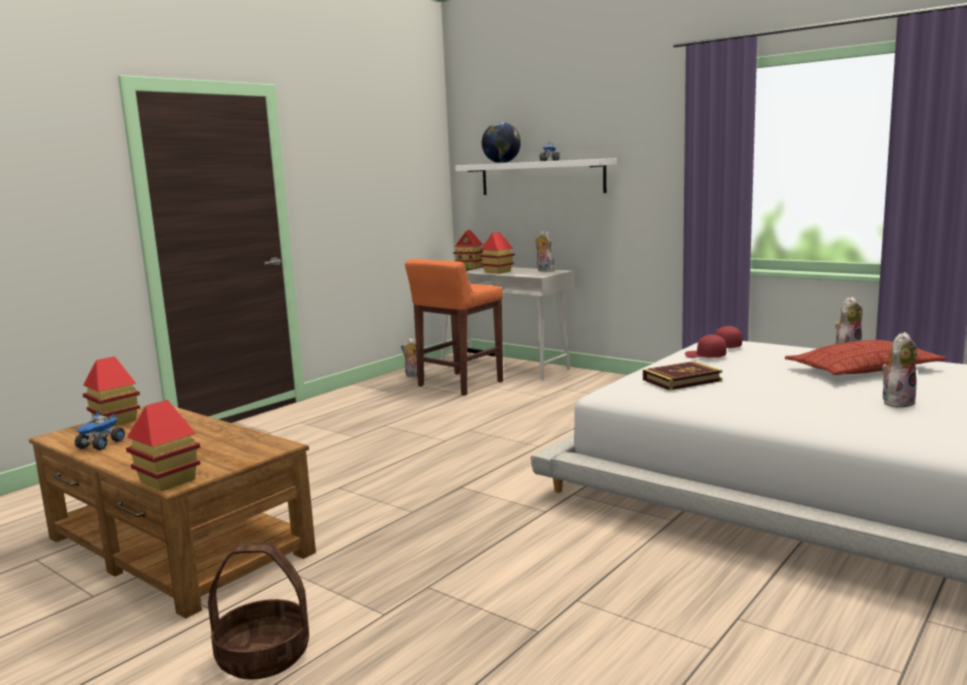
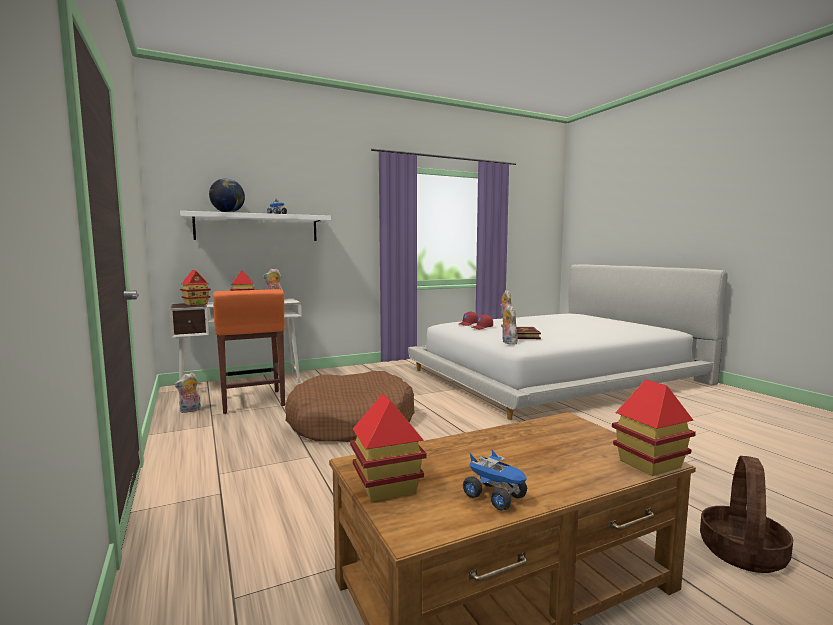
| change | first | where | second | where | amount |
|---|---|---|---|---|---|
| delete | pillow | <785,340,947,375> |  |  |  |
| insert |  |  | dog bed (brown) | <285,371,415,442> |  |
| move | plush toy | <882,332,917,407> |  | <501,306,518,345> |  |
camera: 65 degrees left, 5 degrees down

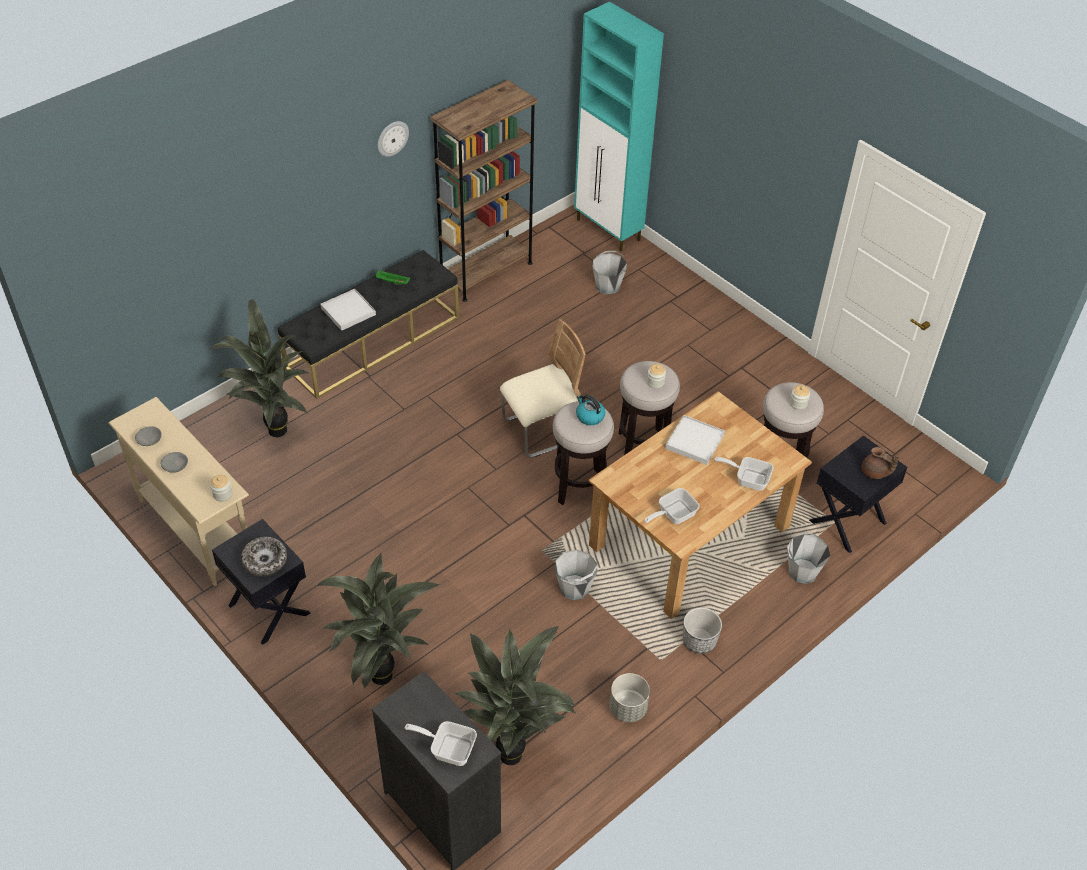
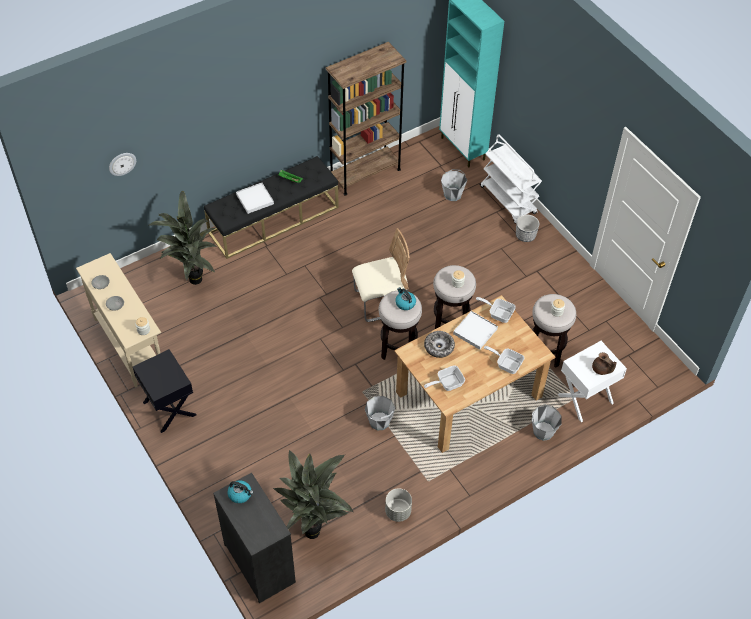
| change | first | where | second | where | amount |
|---|---|---|---|---|---|
| delete | potted plant | <317,553,439,689> |  |  |  |
| insert |  |  | tea kettle | <227,480,253,503> |  |
| insert |  |  | trolley (white-coloured) | <480,134,542,224> |  |
| move | deep dish | <241,537,287,577> |  | <424,331,455,358> |  |
| move | wall clock | <378,121,409,157> |  | <109,153,136,176> |  |
| move | pan | <404,721,477,766> |  | <476,297,516,323> |  |
| move | plant pot | <683,607,722,654> |  | <516,214,539,242> |  |
| recolor | nightstand (black) | <809,435,908,553> | nightstand (white-coloured) | <558,341,627,422> |  |
camera: 10 degrees right, 5 degrees up

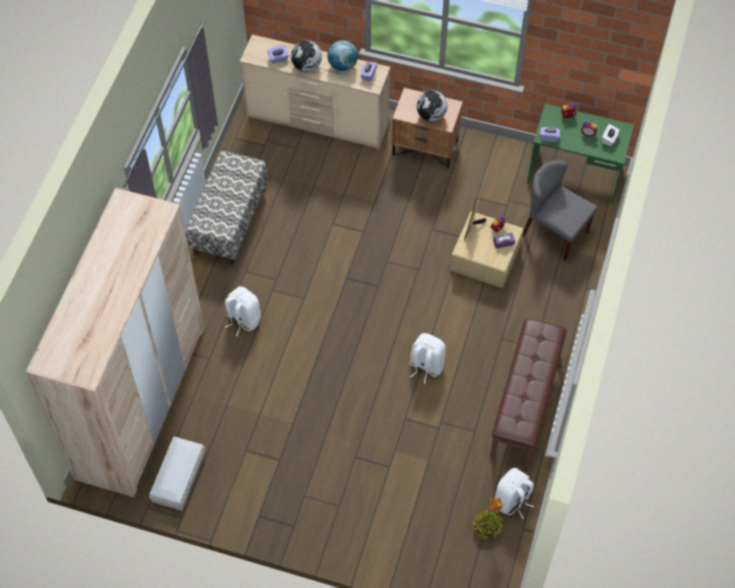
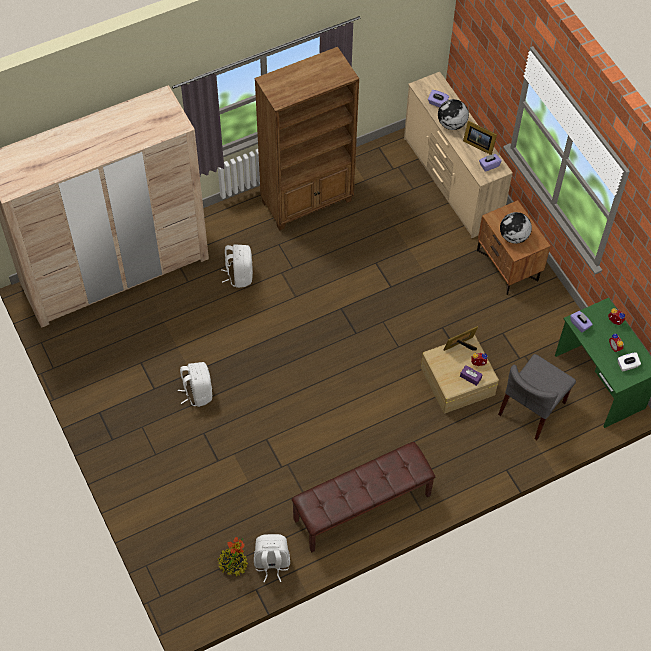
| change | first | where | second | where | amount |
|---|---|---|---|---|---|
| delete | storage container (white-coloured) | <149,436,205,511> |  |  |  |
| move | backpack (white-coloured) | <410,333,446,384> |  | <178,362,212,407> |  |
| replace | long seat | <186,150,268,265> | bookshelf (brown) | <255,47,359,231> |  |
| replace | world globe | <327,40,358,71> | standing frame | <463,121,497,155> |  |
| rotate | upright chair (gray) | <523,160,597,261> |  | <498,354,576,440> | 135 degrees counterclockwise |
camera: 45 degrees right, 0 degrees up

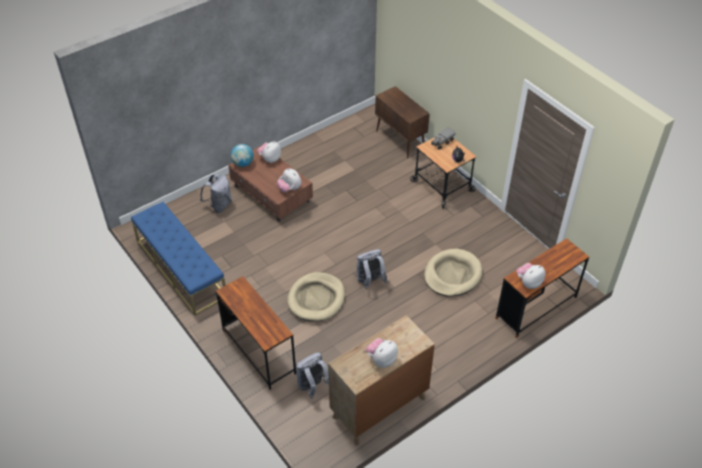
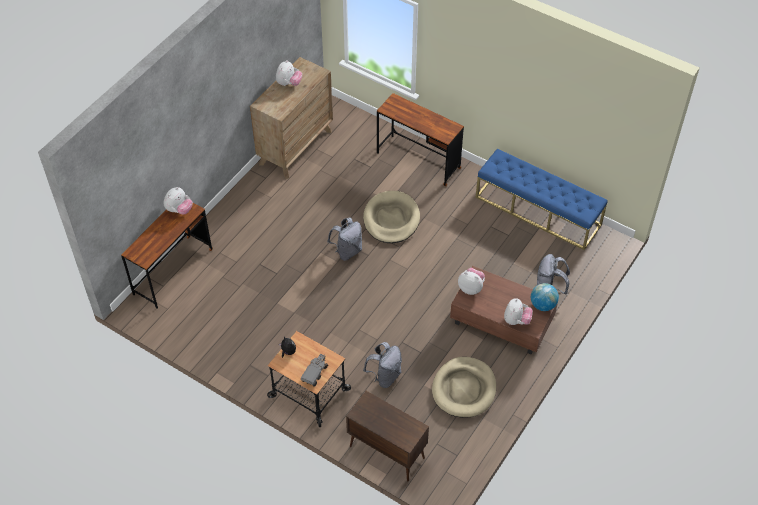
| change | first | where | second | where | amount |
|---|---|---|---|---|---|
| move | backpack (gray) | <296,353,329,398> |  | <363,342,402,388> |  |
| move | dog bed (beige-coloured) | <424,249,482,297> |  | <432,357,496,418> |  |
camera: 160 degrees right, 5 degrees up

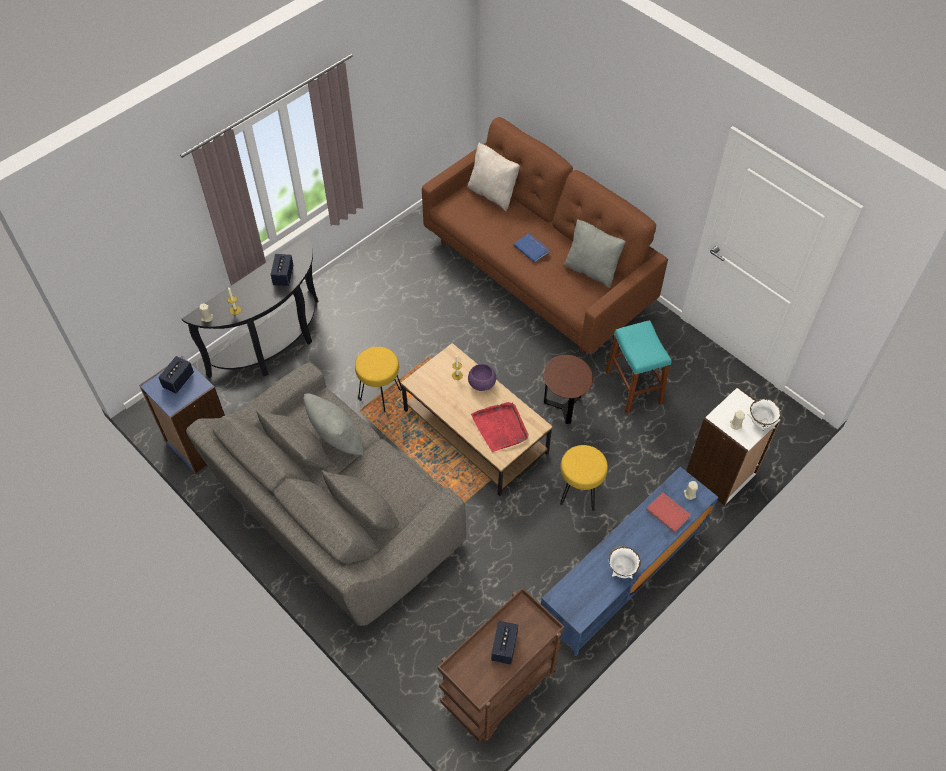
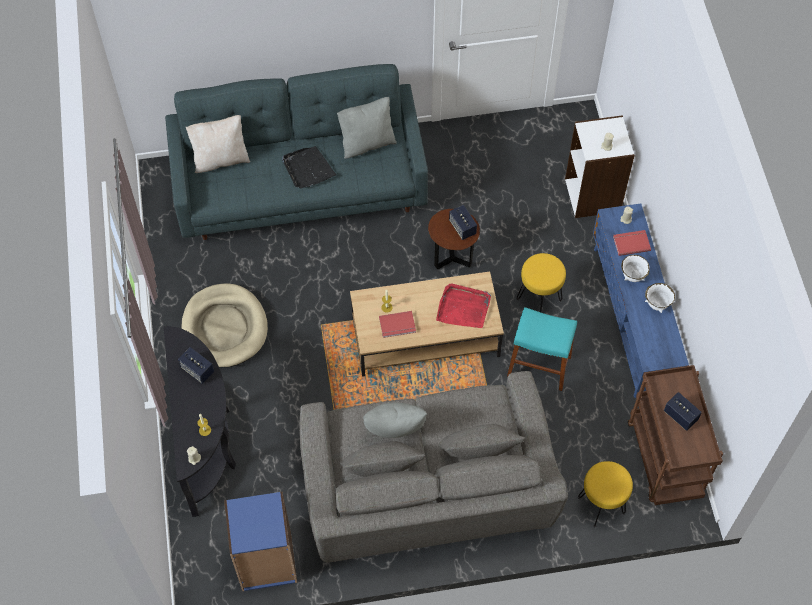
| change | first | where | second | where | amount |
|---|---|---|---|---|---|
| delete | deep dish (purple) | <468,364,496,391> |  |  |  |
| insert |  |  | dog bed (beige-coloured) | <181,283,268,367> |  |
| insert |  |  | bound book (red) | <379,311,416,338> |  |
| move | audio speaker | <158,356,194,394> |  | <449,205,477,240> |  |
| move | stool seat (yellow) | <355,347,402,412> |  | <578,461,633,527> |  |
| move | stool seat (turquoise-coloured) | <606,320,672,414> |  | <507,307,577,391> |  |
| move | deep dish (white-coloured) | <747,398,781,430> |  | <621,255,650,282> |  |
| replace | bound book (blue-coloured) | <513,233,550,263> | tray (black) | <282,146,336,188> |  |
| recolor | settee (brown) | <422,117,668,354> | settee (gray) | <165,64,428,240> |  |
camera: 55 degrees left, 5 degrees up

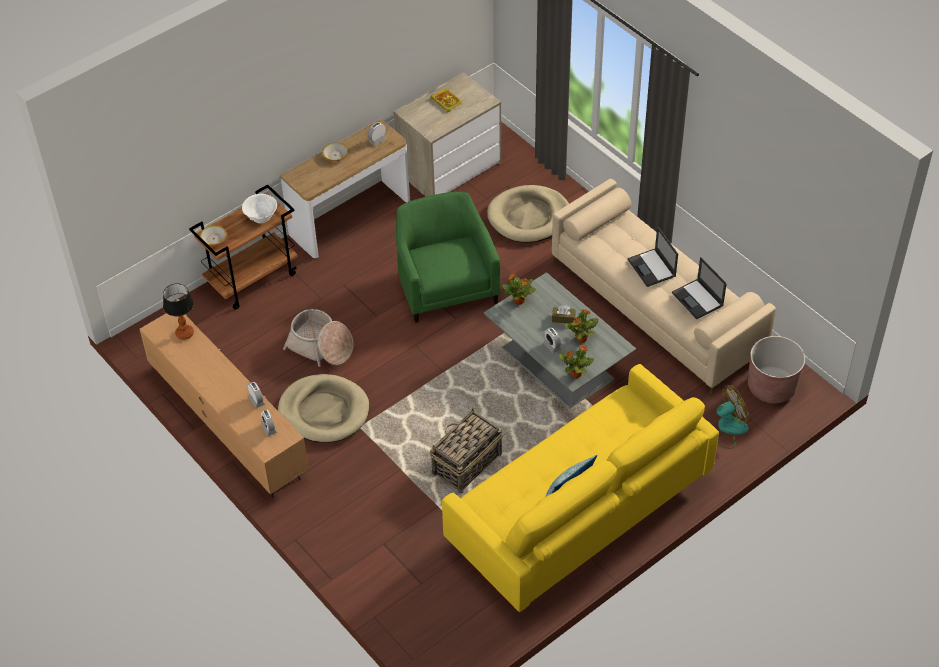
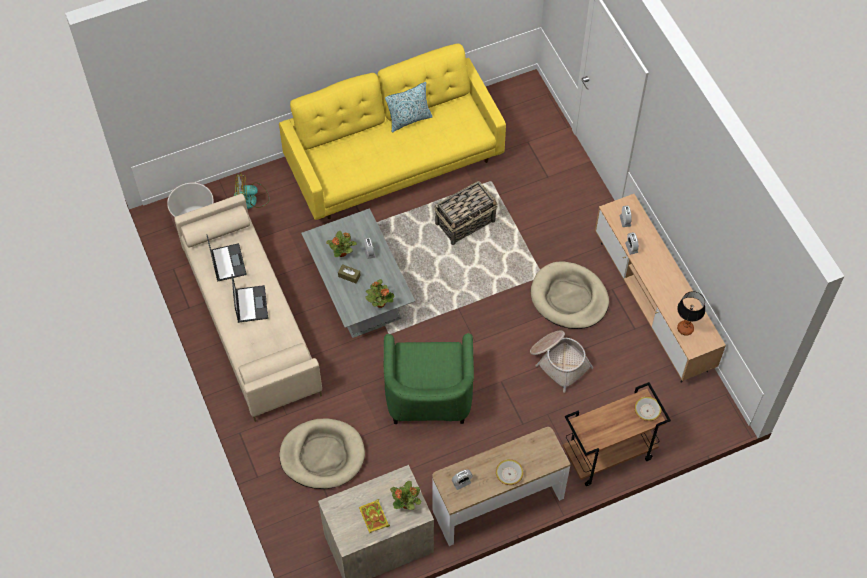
| change | first | where | second | where | amount |
|---|---|---|---|---|---|
| delete | deep dish (white-coloured) | <242,194,277,223> |  |  |  |
| move | potted plant | <559,345,594,378> |  | <390,481,421,510> |  |
camera: 165 degrees left, 10 degrees up

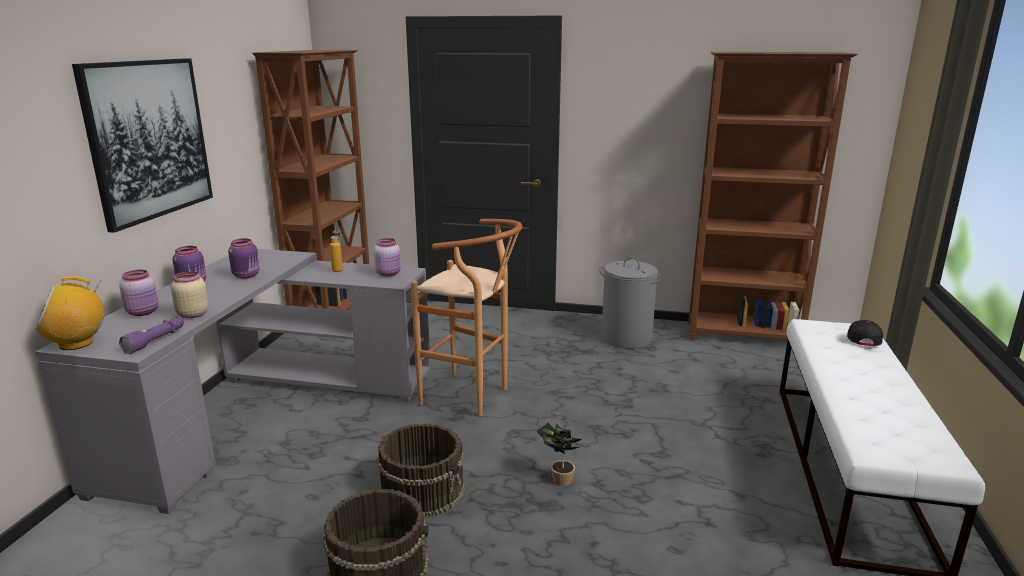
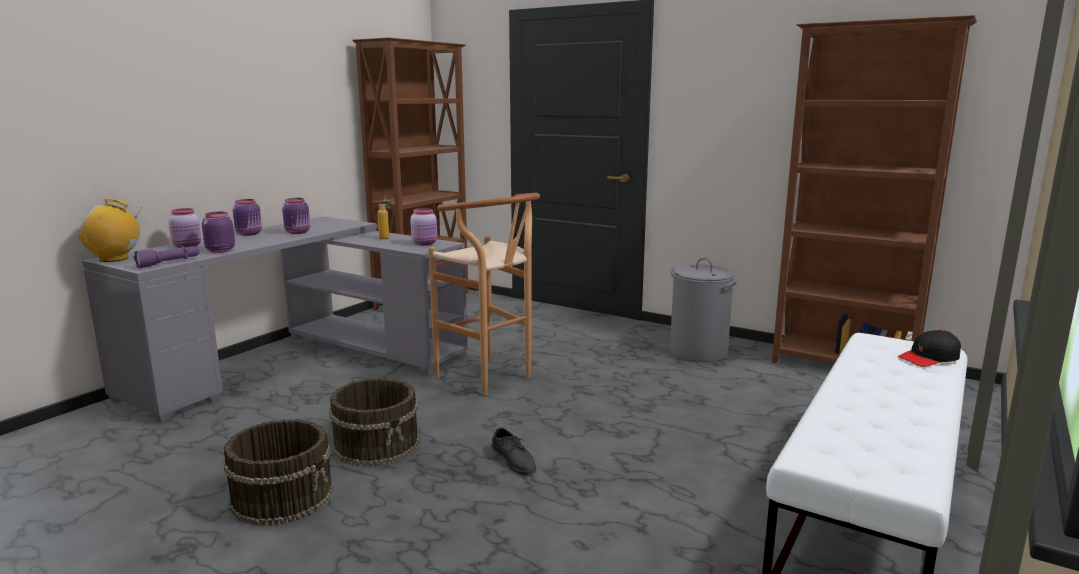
| change | first | where | second | where | amount |
|---|---|---|---|---|---|
| delete | picture | <72,58,213,233> |  |  |  |
| replace | potted plant | <536,422,582,486> | shoe (gray) | <492,428,536,475> |  |
| recolor | preserve jar (beige-coloured) | <171,271,209,318> | preserve jar (purple) | <202,212,235,253> |  |
| rotate | peaked cap (black) | <847,320,883,346> |  | <898,330,961,367> | 150 degrees counterclockwise |
camera: 20 degrees right, 5 degrees down

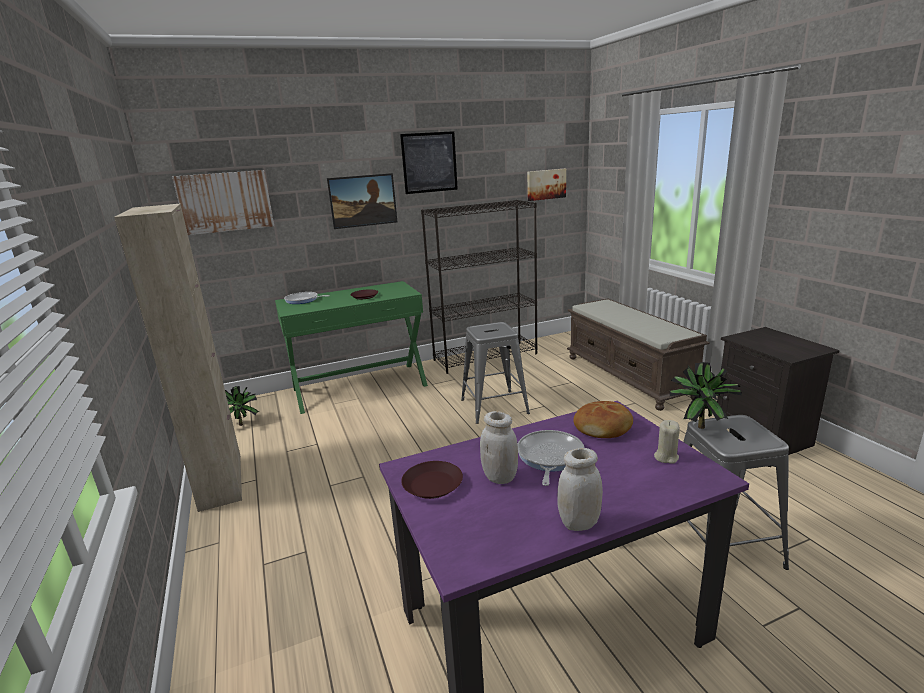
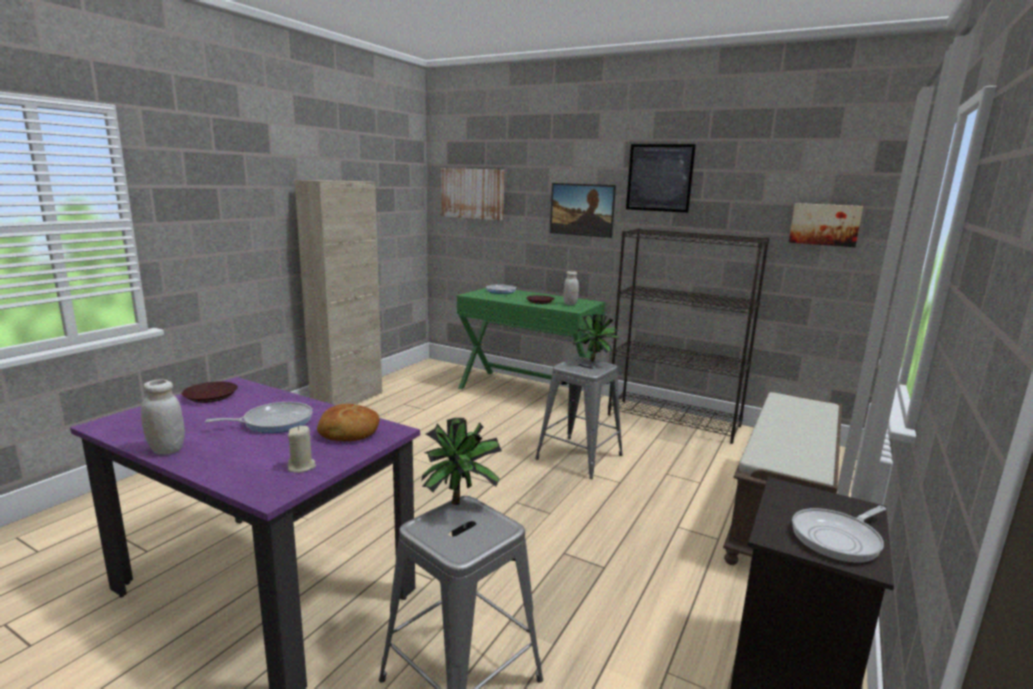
| change | first | where | second | where | amount |
|---|---|---|---|---|---|
| insert |  |  | pan | <792,506,886,563> |  |
| move | potted plant | <225,386,259,426> |  | <573,314,619,362> |  |
| move | preserve jar (white-coloured) | <480,411,518,484> |  | <563,271,579,305> |  |
camera: 50 degrees right, 5 degrees down

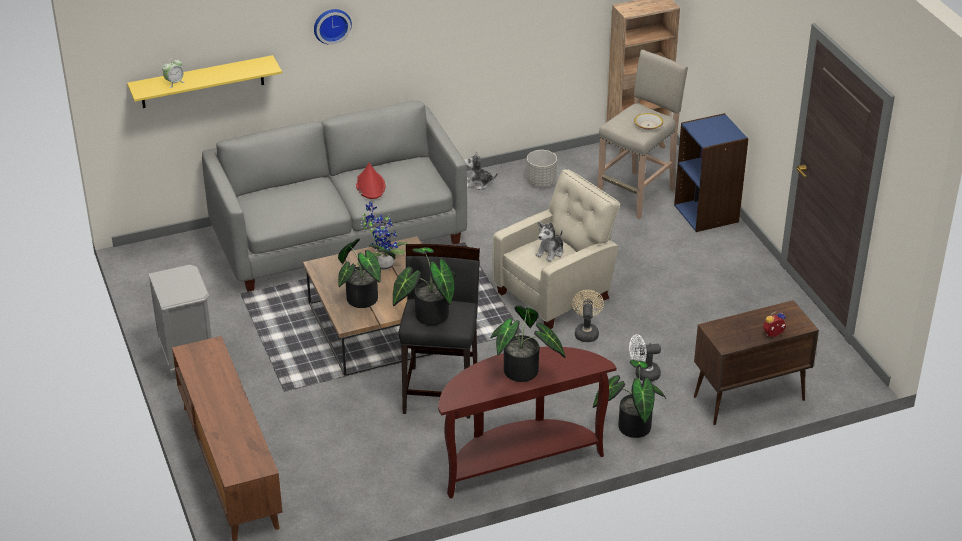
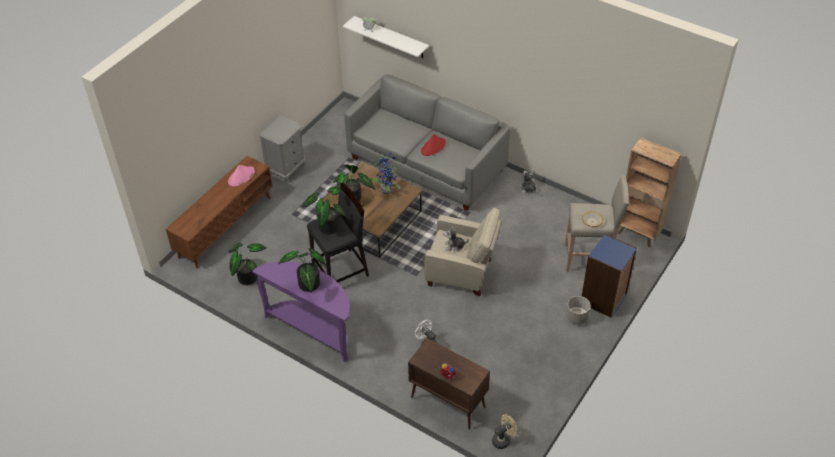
| change | first | where | second | where | amount |
|---|---|---|---|---|---|
| delete | wall clock | <314,9,352,45> |  |  |  |
| insert |  |  | wearable hat (pinkish) | <228,165,255,187> |  |
| move | plant pot (gray) | <526,150,557,187> |  | <566,296,591,325> |  |
| move | cooling fan (beige-coloured) | <572,290,604,342> |  | <492,414,518,449> |  |
| move | potted plant | <593,360,666,438> |  | <228,243,266,285> |  |
| recolor | bracket shelf (yellow) | <127,55,282,108> | bracket shelf (white-coloured) | <343,16,429,59> |  |
| recolor | narrow table (brown) | <438,347,617,498> | narrow table (purple) | <252,261,350,362> |  |
camera: 55 degrees right, 10 degrees up

